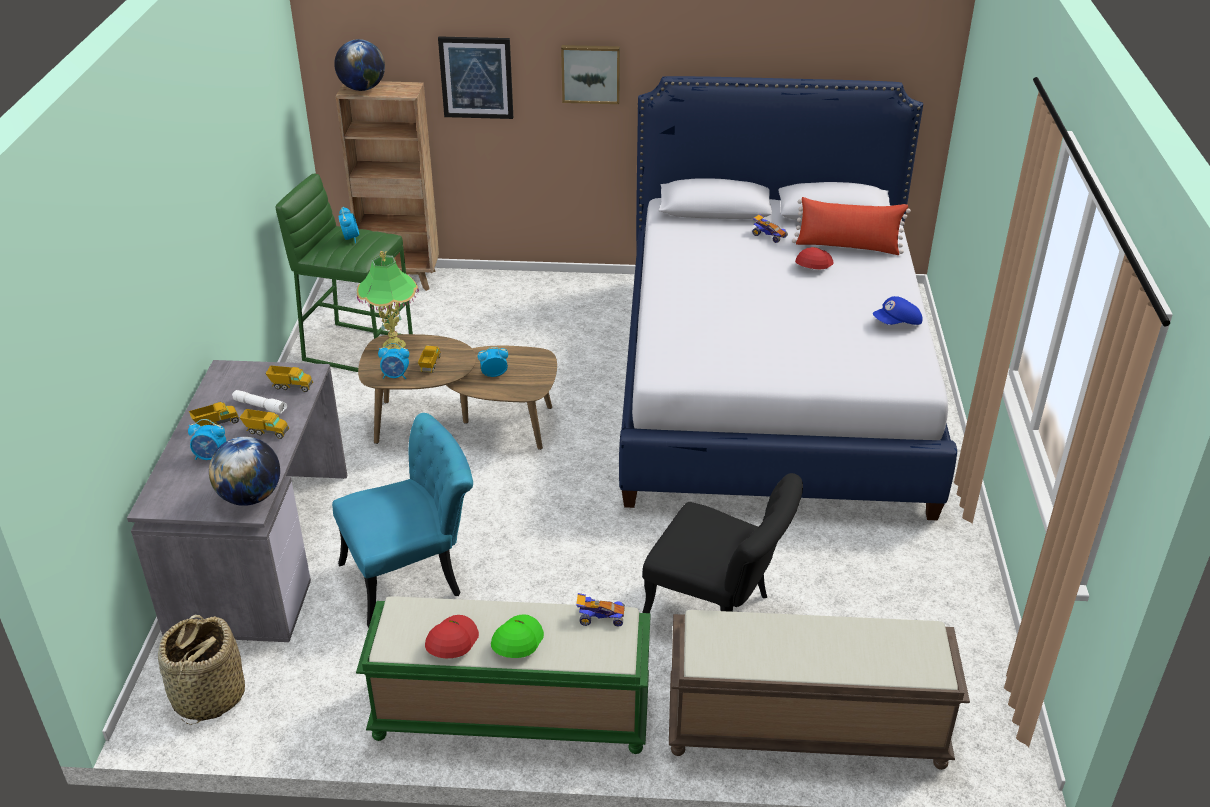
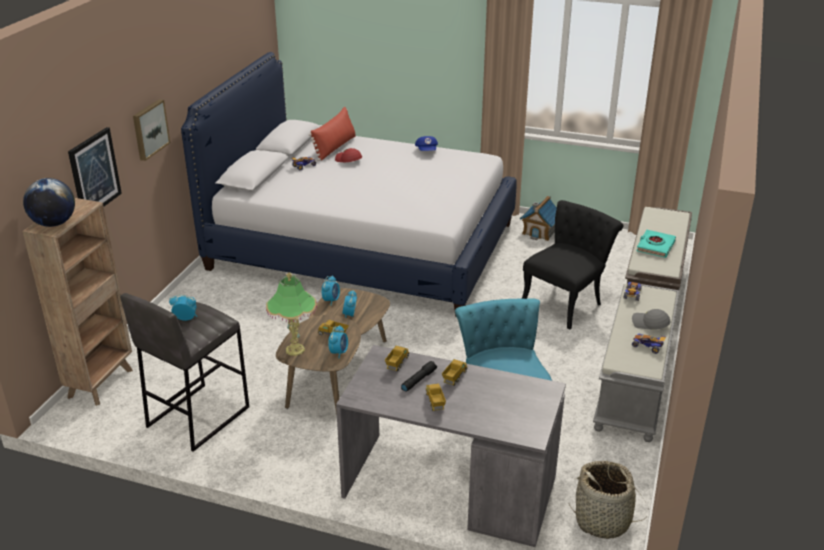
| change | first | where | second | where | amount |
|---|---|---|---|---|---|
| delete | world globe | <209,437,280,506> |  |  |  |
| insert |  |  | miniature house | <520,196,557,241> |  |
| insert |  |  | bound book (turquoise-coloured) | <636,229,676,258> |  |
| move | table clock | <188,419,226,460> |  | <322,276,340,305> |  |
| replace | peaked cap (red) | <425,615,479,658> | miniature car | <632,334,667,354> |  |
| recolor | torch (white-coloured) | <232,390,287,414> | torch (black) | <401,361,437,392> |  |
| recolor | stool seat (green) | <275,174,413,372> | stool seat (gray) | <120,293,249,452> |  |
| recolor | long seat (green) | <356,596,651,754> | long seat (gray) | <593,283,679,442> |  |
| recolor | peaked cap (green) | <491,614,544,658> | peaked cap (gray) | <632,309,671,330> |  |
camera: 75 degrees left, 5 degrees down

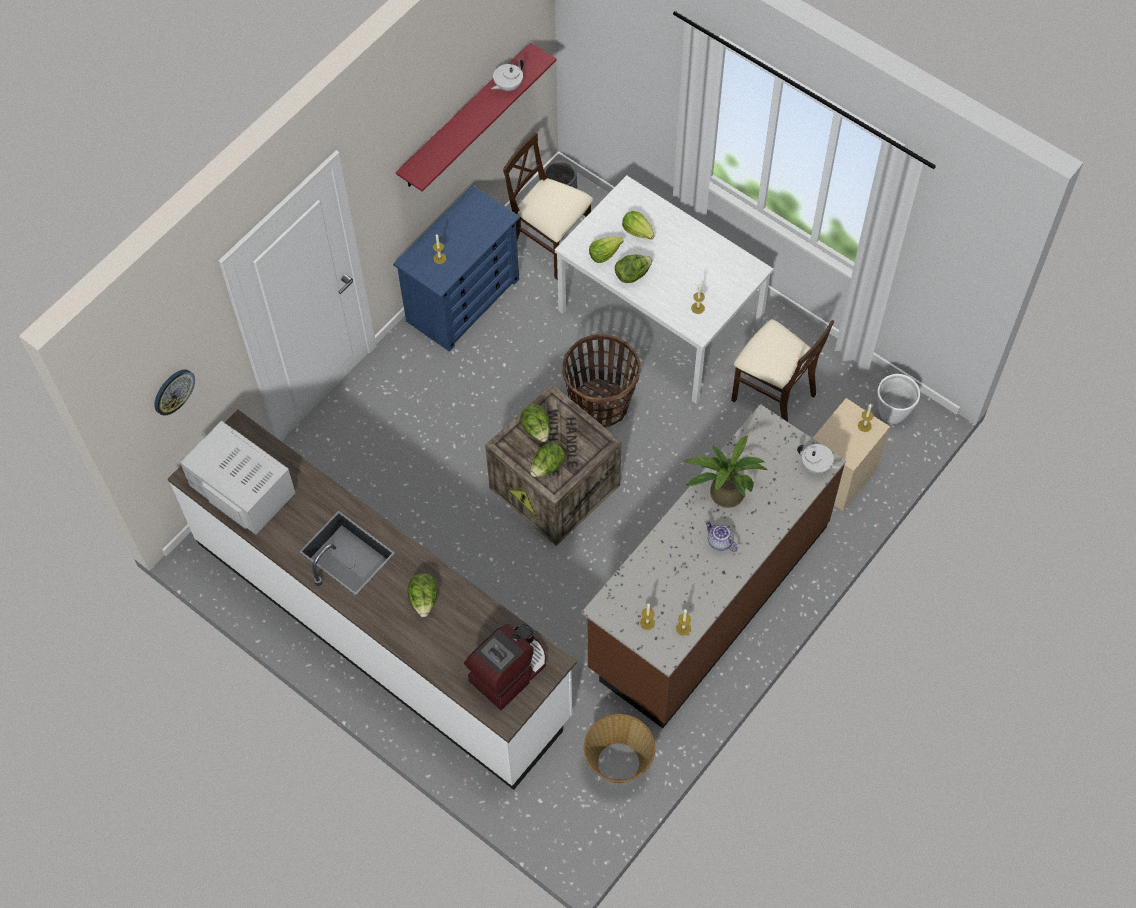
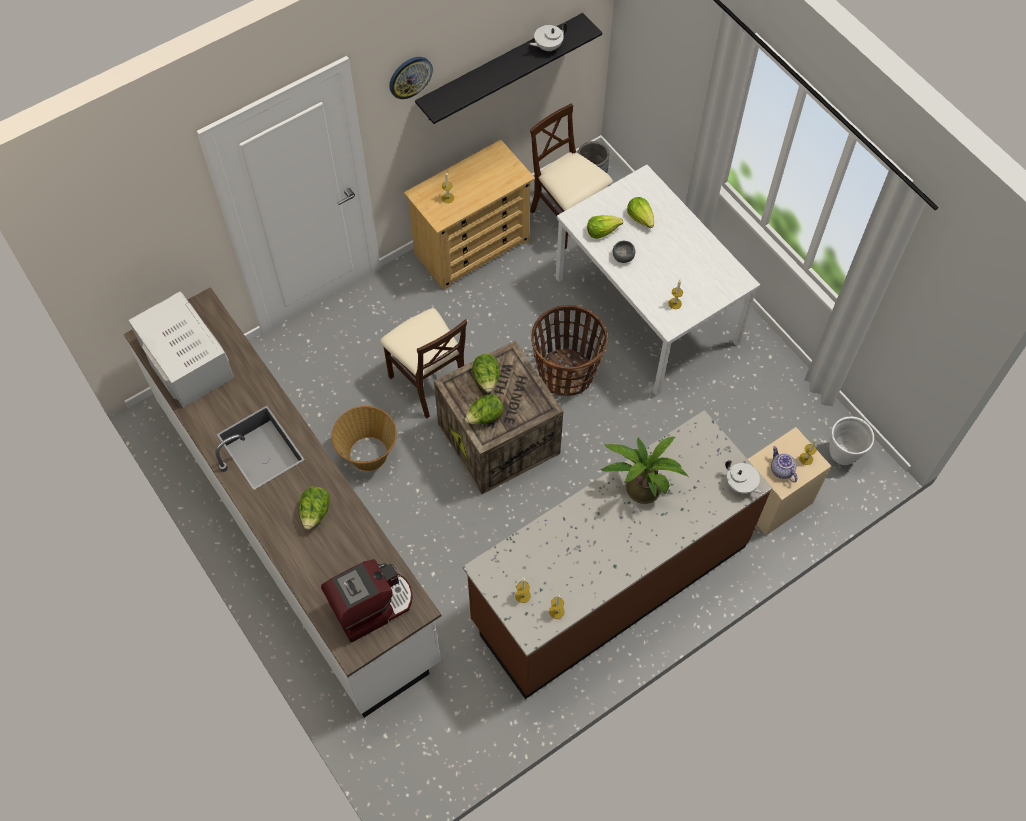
| change | first | where | second | where | amount |
|---|---|---|---|---|---|
| move | wall clock | <154,369,195,416> |  | <389,57,433,99> |  |
| move | household basket | <584,714,655,783> |  | <332,406,397,471> |  |
| move | tea pot | <705,520,738,552> |  | <771,446,797,482> |  |
| move | upright chair (beige-coloured) | <731,319,834,422> |  | <380,308,467,418> |  |
| replace | lettuce head | <615,254,653,283> | deep dish (gray) | <613,241,635,263> |  |
| recolor | drawer chest (blue-coloured) | <393,185,520,352> | drawer chest (beige-coloured) | <404,140,535,290> |  |
| recolor | bracket shelf (red) | <396,43,557,192> | bracket shelf (black) | <415,13,602,124> |  |
camera: 15 degrees right, 0 degrees up

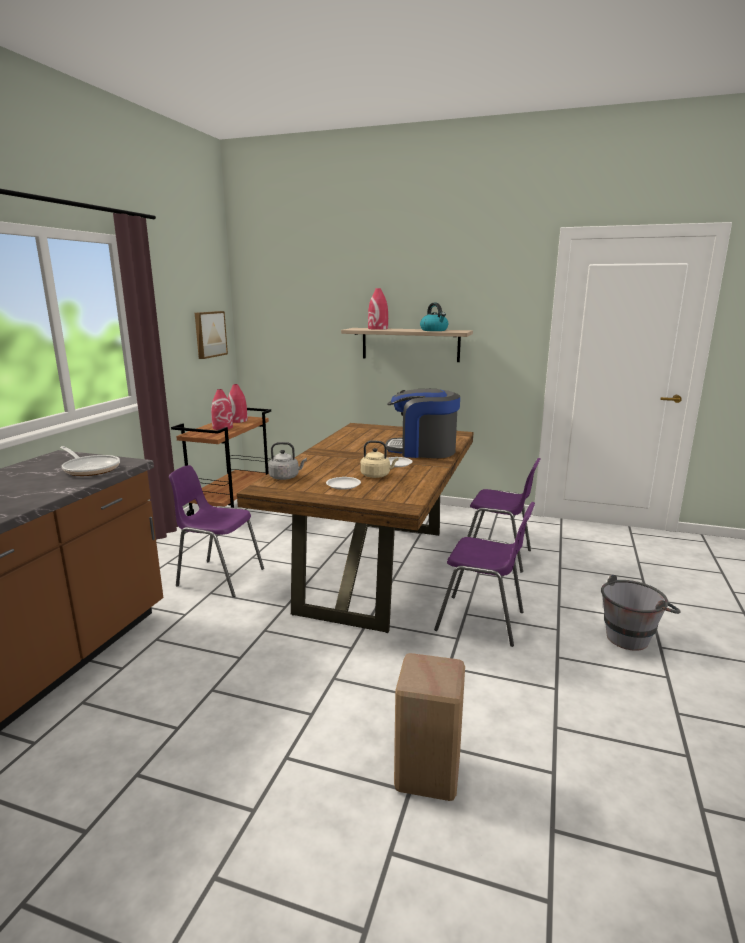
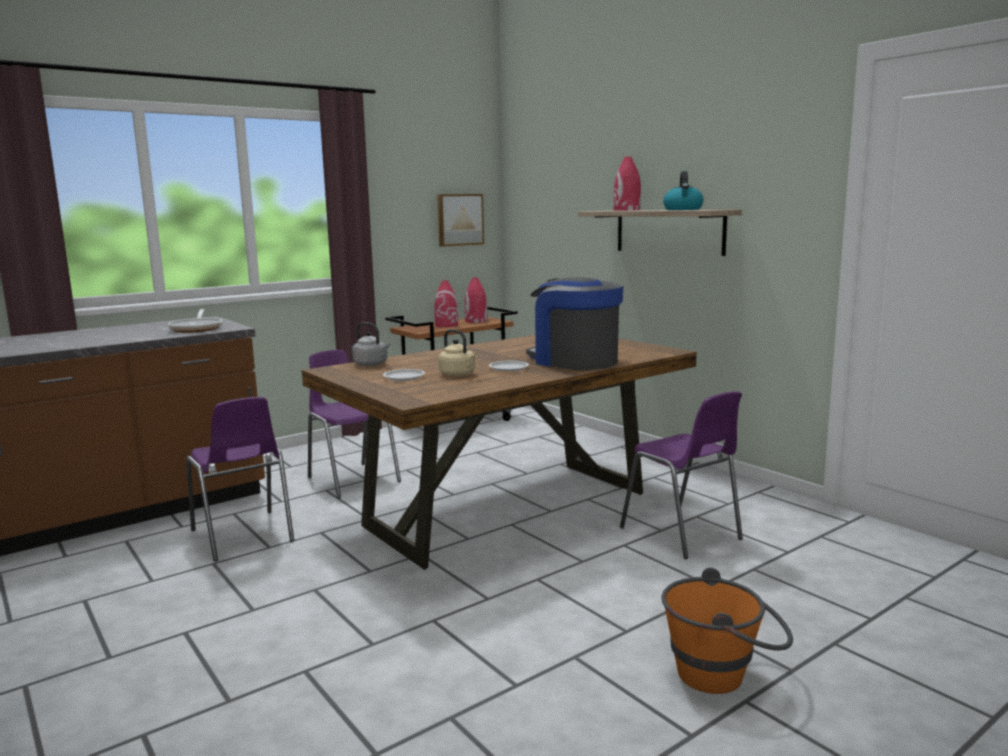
| change | first | where | second | where | amount |
|---|---|---|---|---|---|
| delete | stool seat (beige-coloured) | <394,653,465,801> |  |  |  |
| move | upright chair (purple) | <434,502,535,647> |  | <186,397,294,561> |  |
| recolor | pail (gray) | <601,575,680,651> | pail (orange) | <662,567,793,694> |  |
camera: 35 degrees right, 5 degrees down

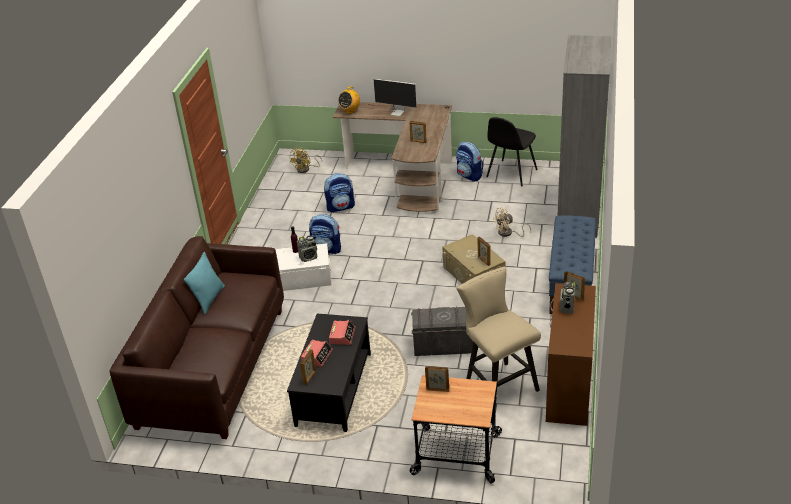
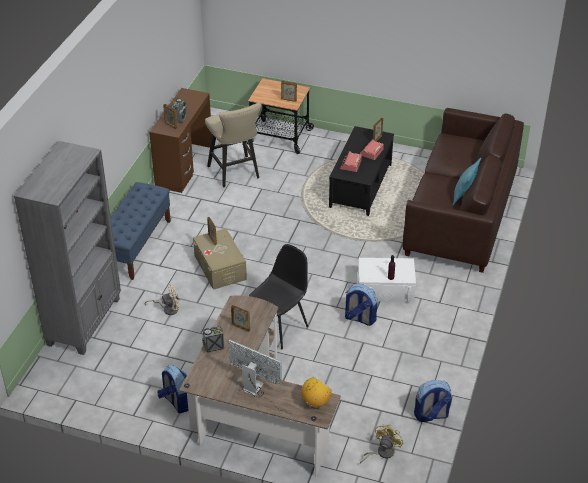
| change | first | where | second | where | amount |
|---|---|---|---|---|---|
| delete | storage container (gray) | <411,306,474,356> |  |  |  |
| move | radio receiver | <297,235,317,262> |  | <202,326,224,353> |  |
| move | backpack | <324,173,355,212> |  | <414,380,452,422> |  |
| move | upright chair (black) | <486,117,538,187> |  | <249,244,308,349> |  |
camera: 175 degrees left, 5 degrees up

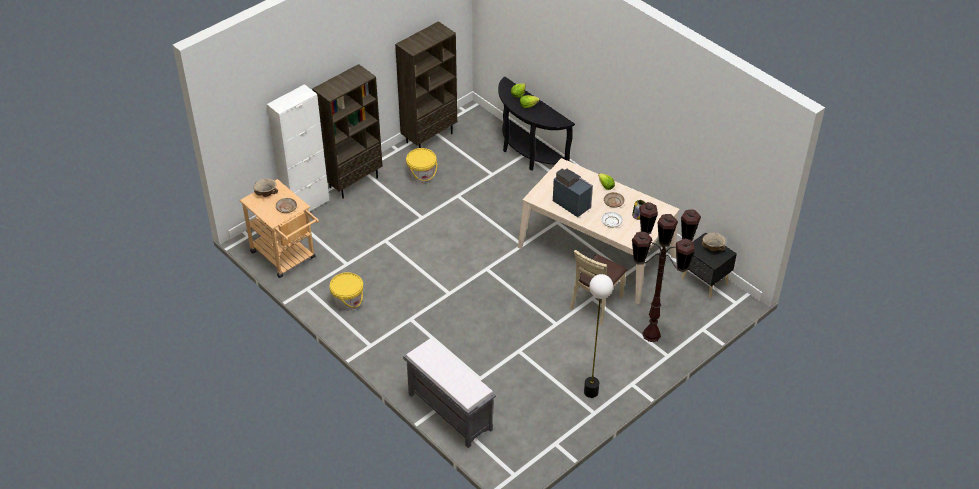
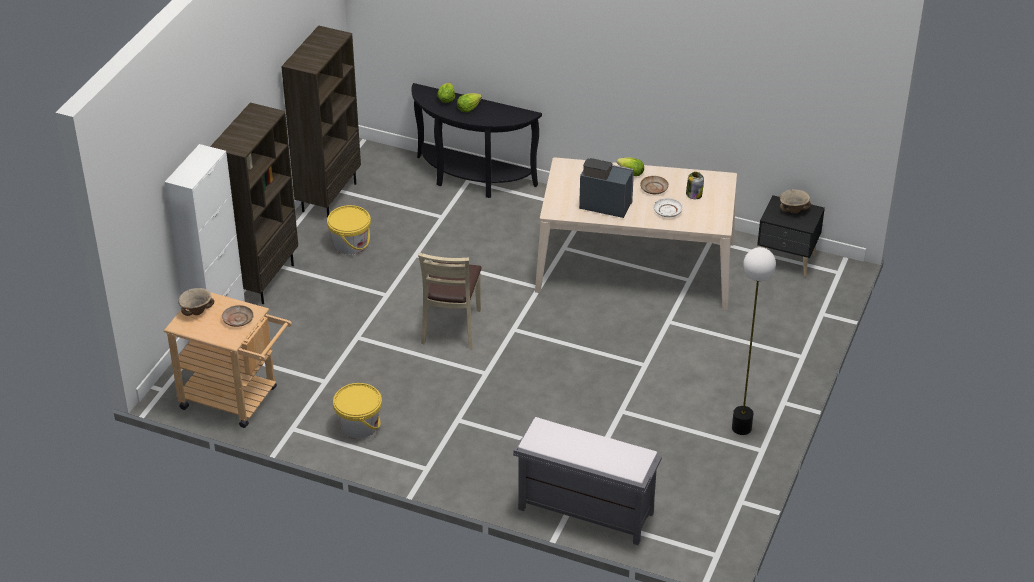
| change | first | where | second | where | amount |
|---|---|---|---|---|---|
| delete | standard lamp (brown) | <632,202,701,342> |  |  |  |
| move | upright chair (beige-coloured) | <569,250,627,325> |  | <418,252,482,349> |  |
camera: 25 degrees left, 5 degrees down

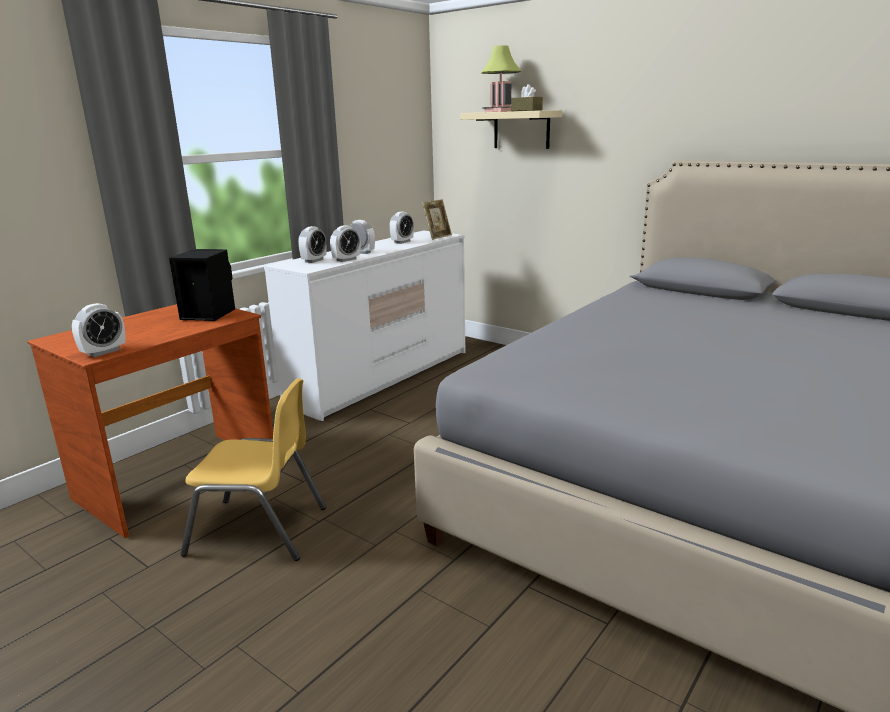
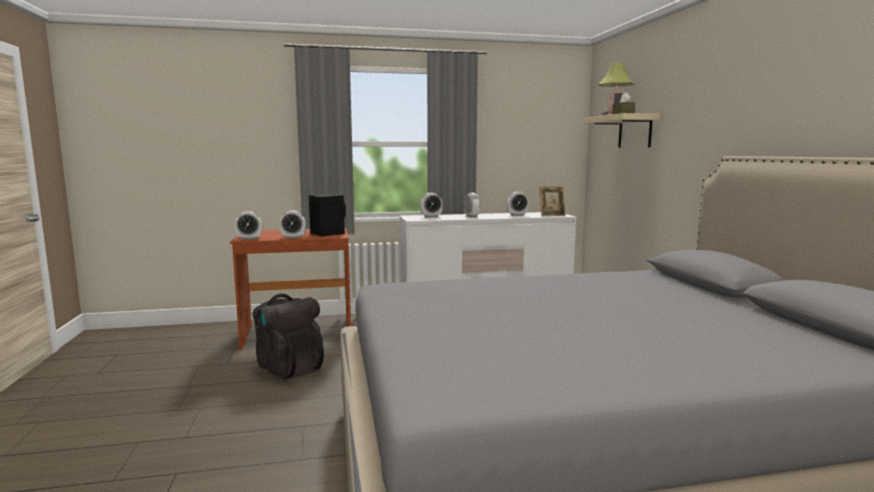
| change | first | where | second | where | amount |
|---|---|---|---|---|---|
| move | table clock | <330,225,361,262> |  | <280,210,306,238> |  |
| replace | upright chair (yellow) | <181,378,326,561> | backpack (black) | <252,294,324,380> |  |
camera: 40 degrees right, 10 degrees down

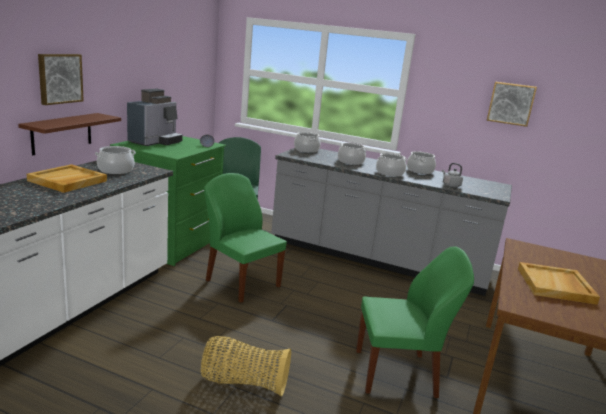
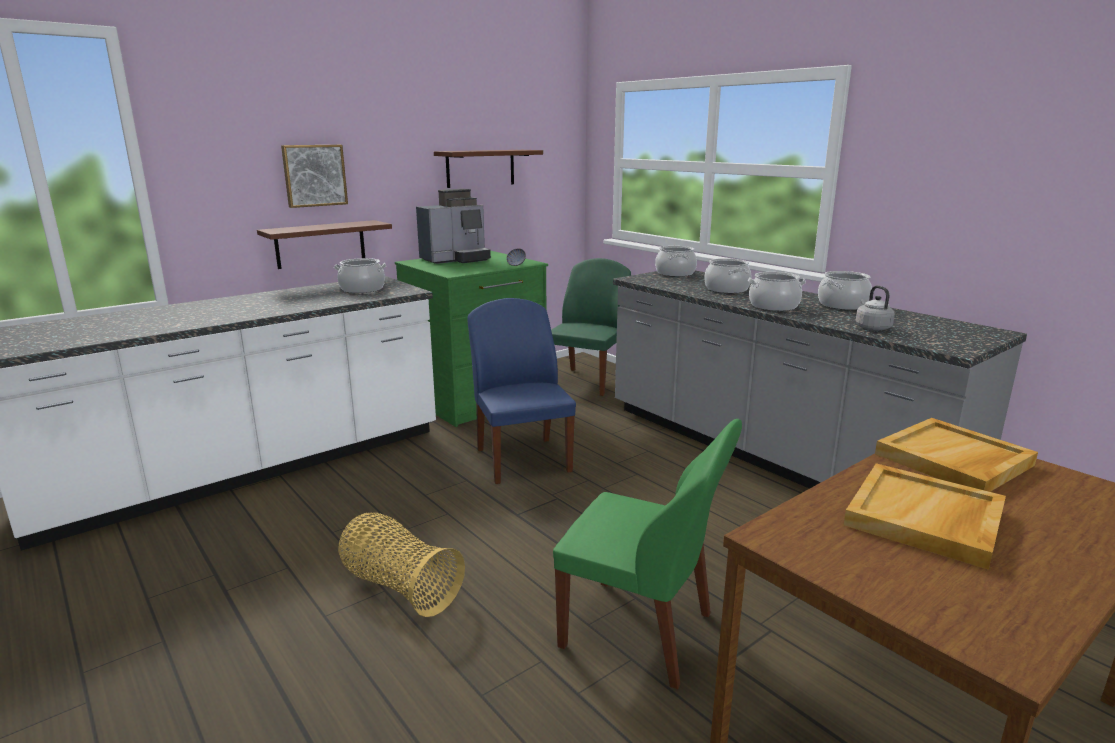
| change | first | where | second | where | amount |
|---|---|---|---|---|---|
| delete | picture | <487,82,537,127> |  |  |  |
| insert |  |  | bracket shelf (brown) | <434,150,543,188> |  |
| move | tray (beige-coloured) | <27,164,107,193> |  | <875,418,1038,492> |  |
| recolor | upright chair (green) | <204,173,287,303> | upright chair (blue-coloured) | <467,298,576,484> |  |
camera: 30 degrees right, 0 degrees up

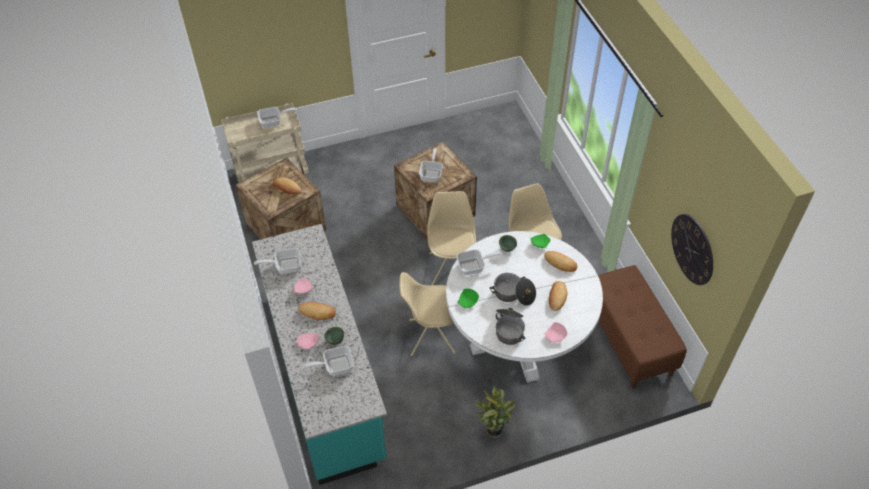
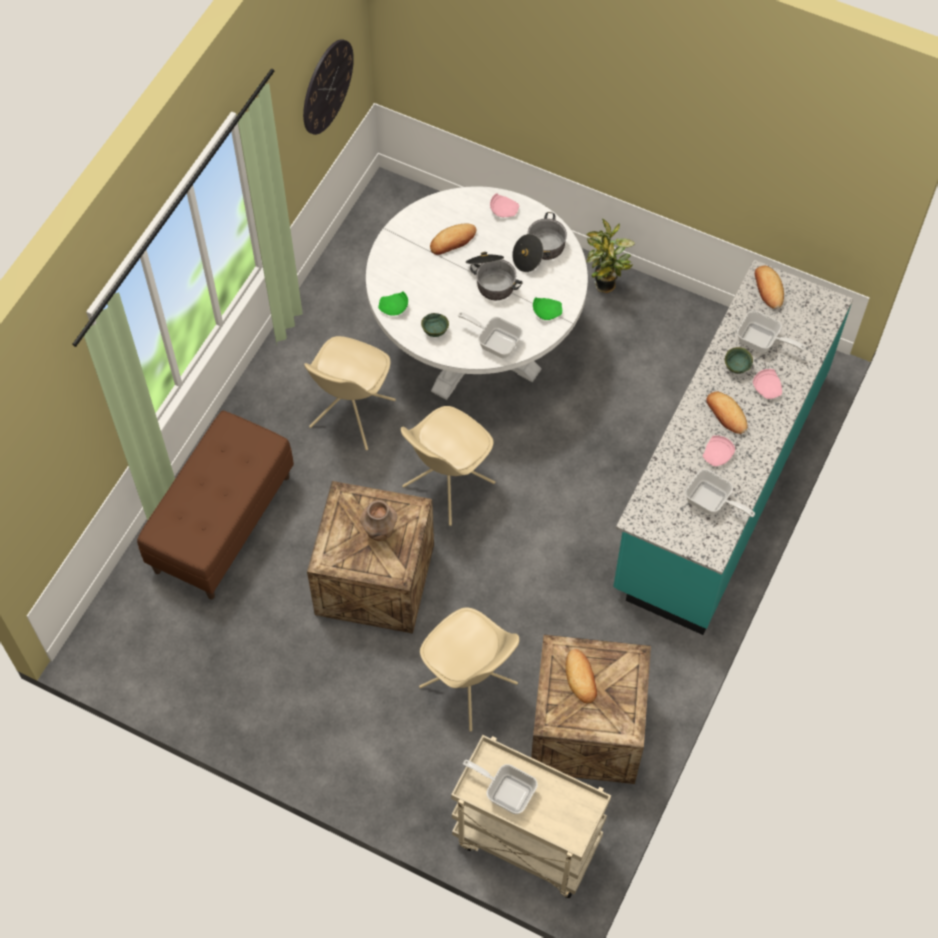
| change | first | where | second | where | amount |
|---|---|---|---|---|---|
| move | upright chair (beige-coloured) | <399,272,456,356> |  | <419,608,519,732> |  |
| move | bakery bread | <544,251,577,272> |  | <755,266,784,309> |  |
| move | long seat (brown) | <598,265,687,389> |  | <137,411,294,599> |  |
| replace | pan | <419,148,443,182> | vase (brown) | <360,500,397,541> |  |
camera: 135 degrees left, 10 degrees up

